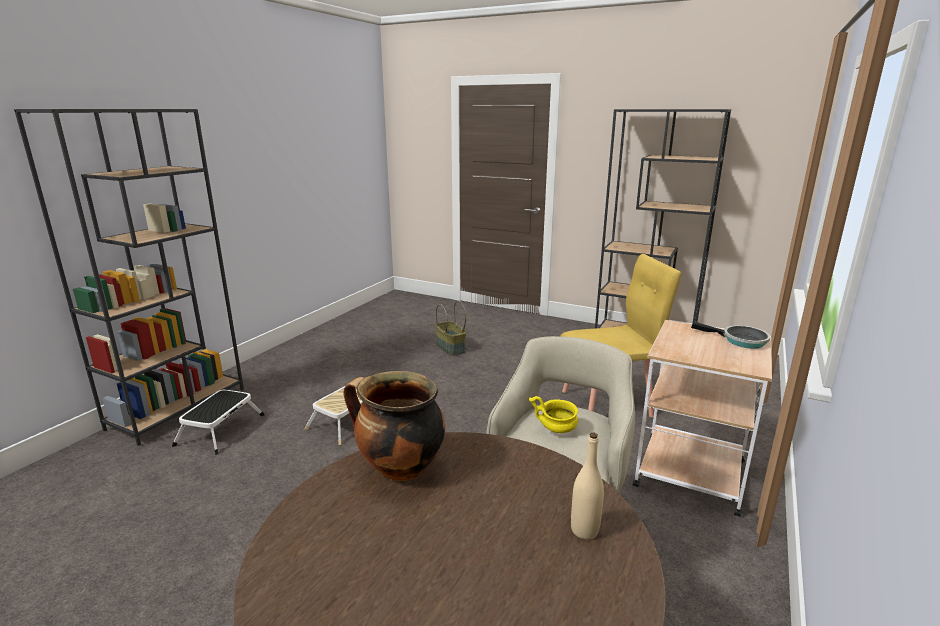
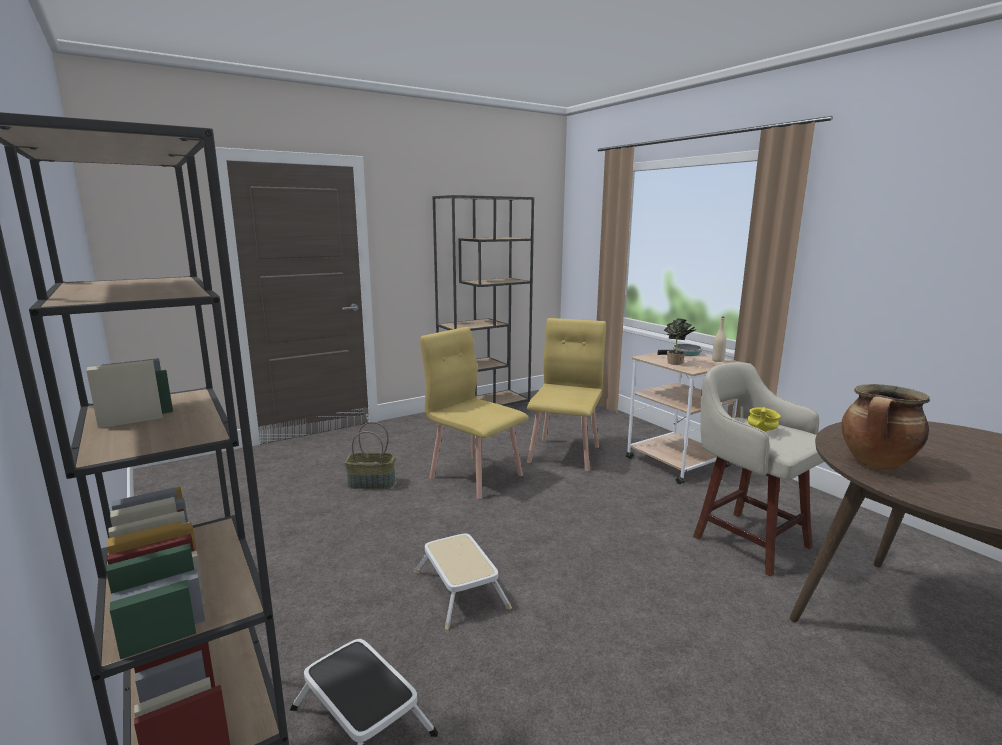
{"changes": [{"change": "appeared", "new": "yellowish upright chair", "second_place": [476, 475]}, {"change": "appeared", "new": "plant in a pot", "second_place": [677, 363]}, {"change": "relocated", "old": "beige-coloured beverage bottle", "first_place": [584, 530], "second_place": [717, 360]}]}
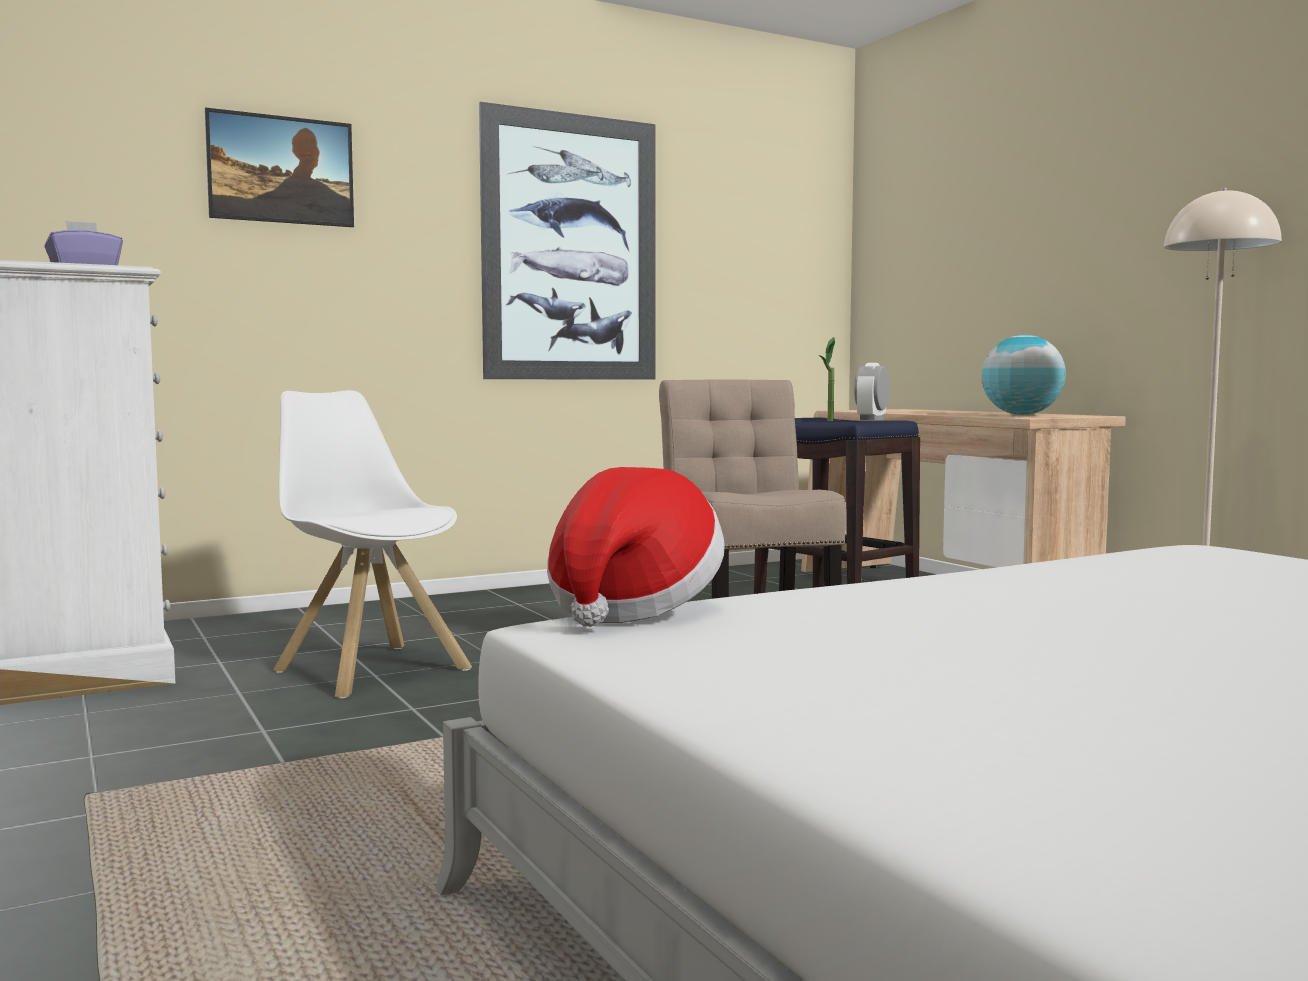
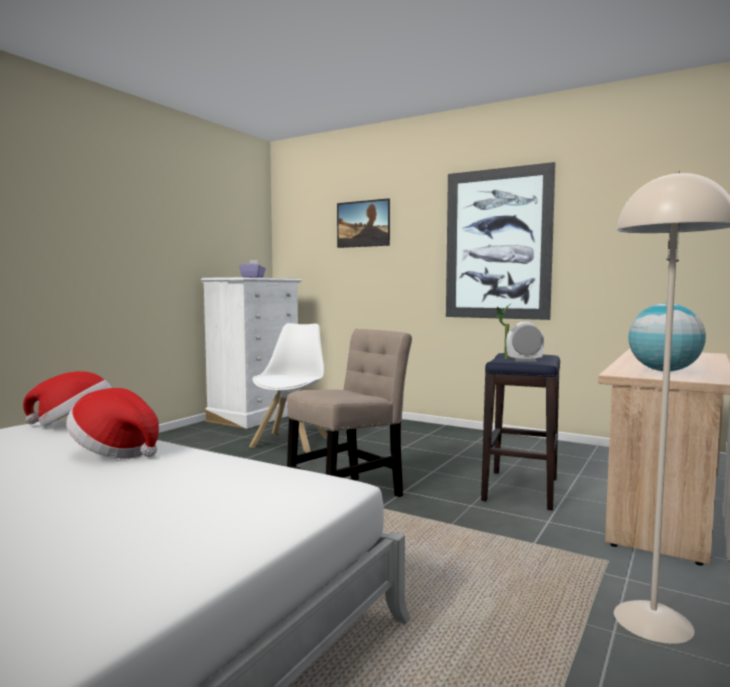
{"changes": [{"change": "appeared", "new": "wearable hat", "second_place": [116, 451]}]}
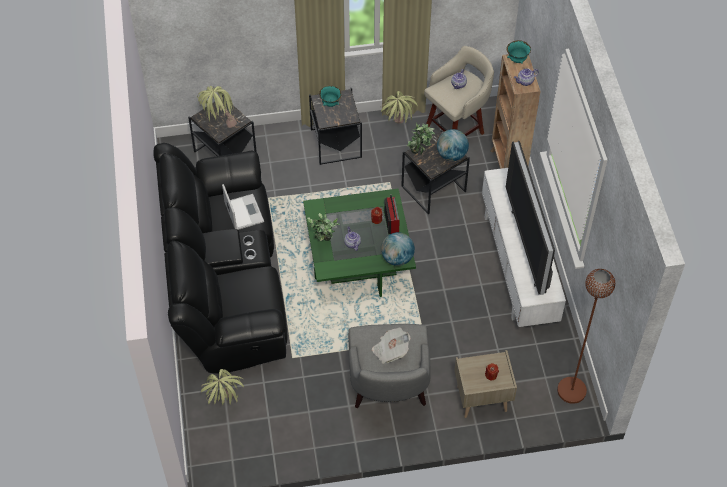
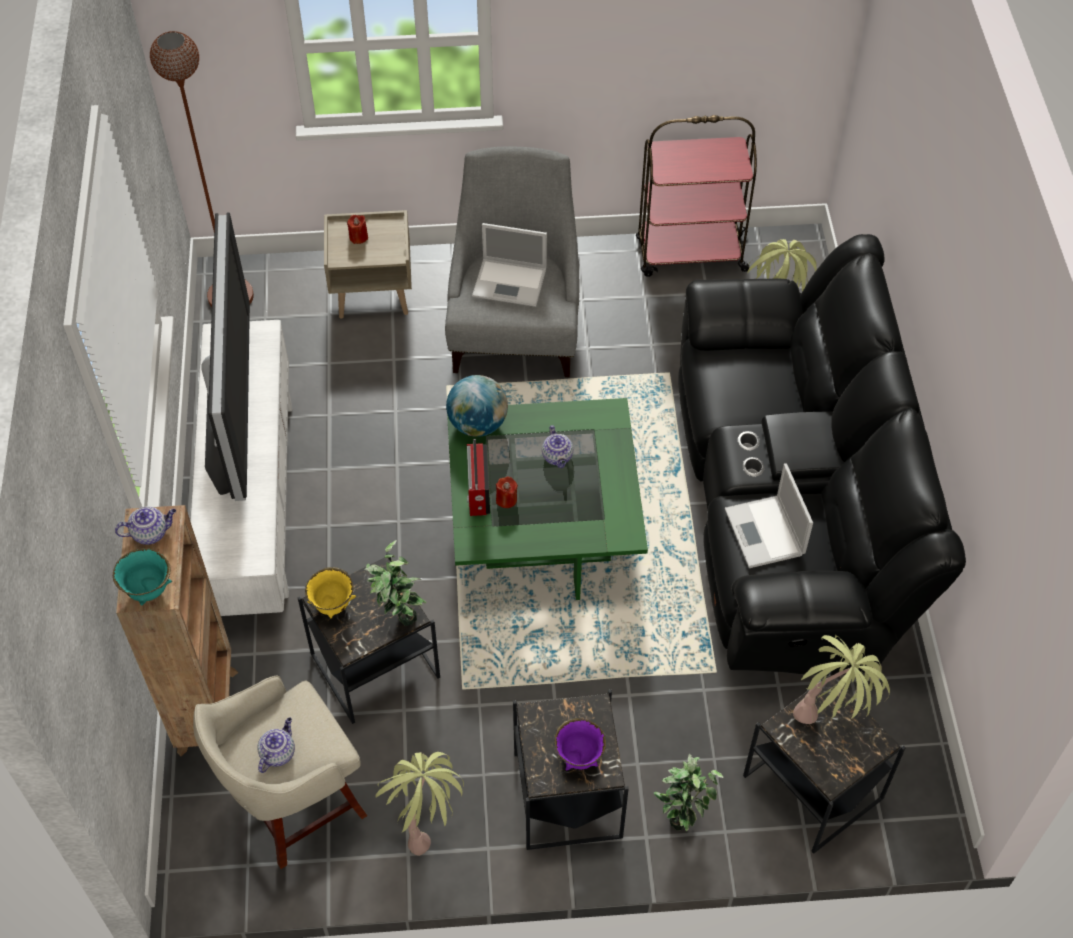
{"changes": [{"change": "exchanged", "old": "globe", "new": "yellowish deep dish", "first_place": [451, 155], "second_place": [333, 605]}, {"change": "exchanged", "old": "printed paper", "new": "laptop", "first_place": [390, 350], "second_place": [511, 282]}, {"change": "colour", "old": "turquoise deep dish", "new": "purple-coloured deep dish", "first_place": [330, 104], "second_place": [579, 757]}, {"change": "appeared", "new": "red-coloured trolley", "second_place": [690, 255]}, {"change": "relocated", "old": "plant in a pot", "first_place": [324, 242], "second_place": [683, 814]}]}
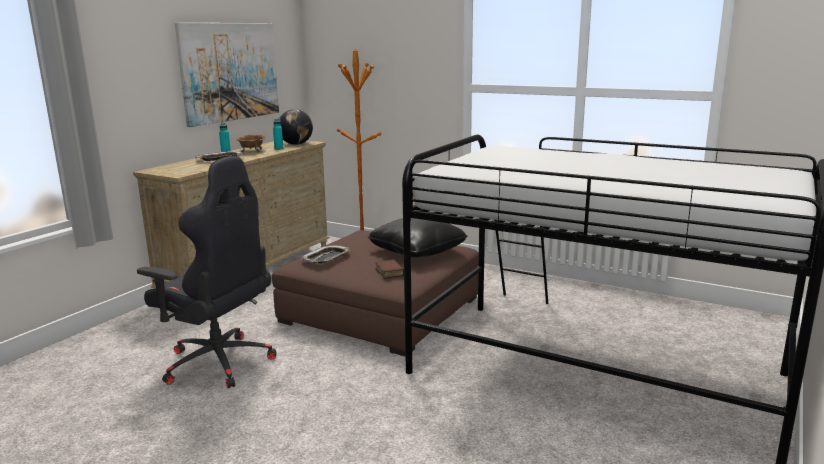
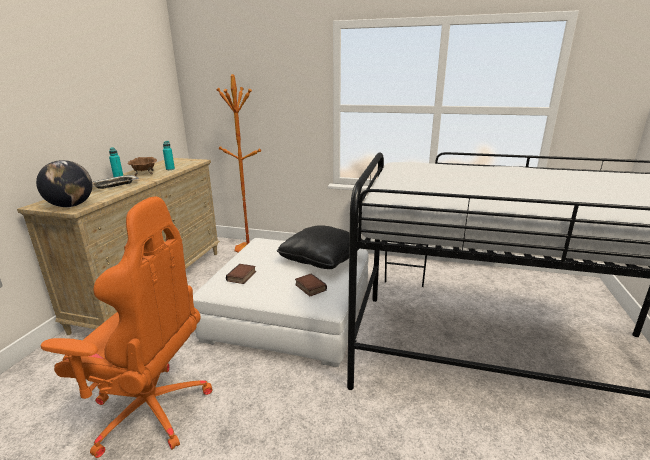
{"changes": [{"change": "relocated", "old": "globe", "first_place": [296, 144], "second_place": [71, 206]}, {"change": "colour", "old": "black office chair", "new": "orangey office chair", "first_place": [217, 362], "second_place": [150, 410]}, {"change": "colour", "old": "brown footrest", "new": "white footrest", "first_place": [381, 310], "second_place": [291, 312]}, {"change": "exchanged", "old": "carrying tray", "new": "volume", "first_place": [326, 258], "second_place": [242, 276]}, {"change": "missing", "old": "wall art", "first_place": [230, 72]}]}
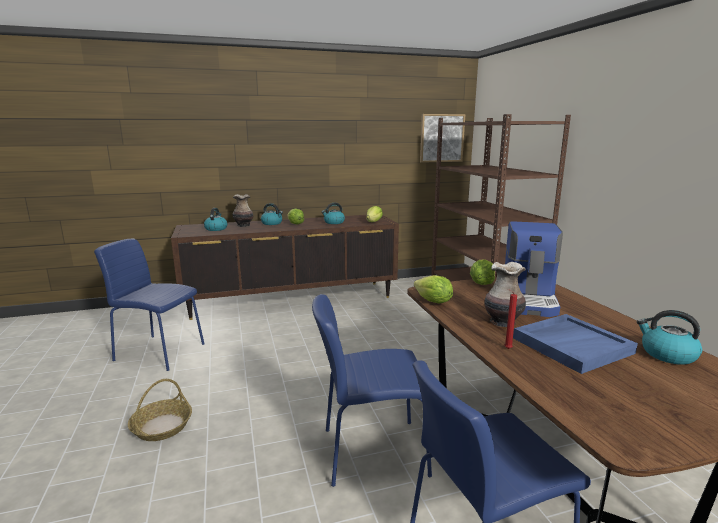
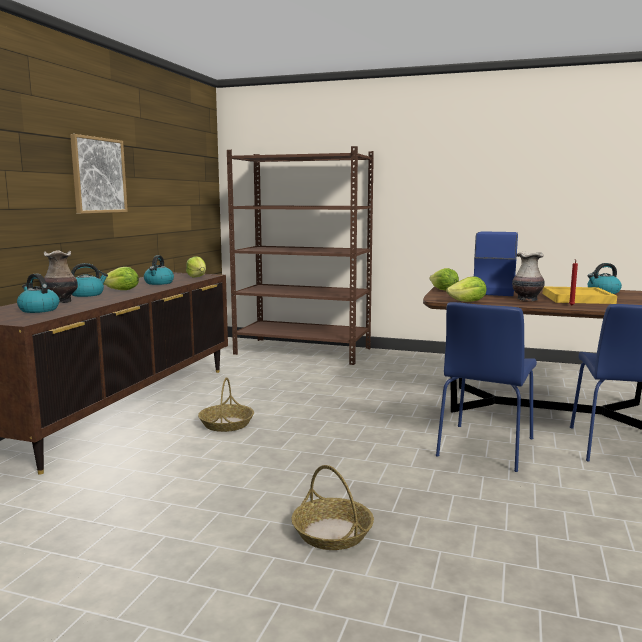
{"changes": [{"change": "relocated", "old": "wall art", "first_place": [441, 138], "second_place": [98, 175]}, {"change": "appeared", "new": "storage basket", "second_place": [226, 424]}, {"change": "spun", "old": "coffee machine", "first_place": [529, 300], "second_place": [493, 290], "degrees": -120}, {"change": "colour", "old": "blue-coloured carrying tray", "new": "yellowish carrying tray", "first_place": [571, 345], "second_place": [576, 298]}, {"change": "missing", "old": "blue-coloured upright chair", "first_place": [157, 352]}]}
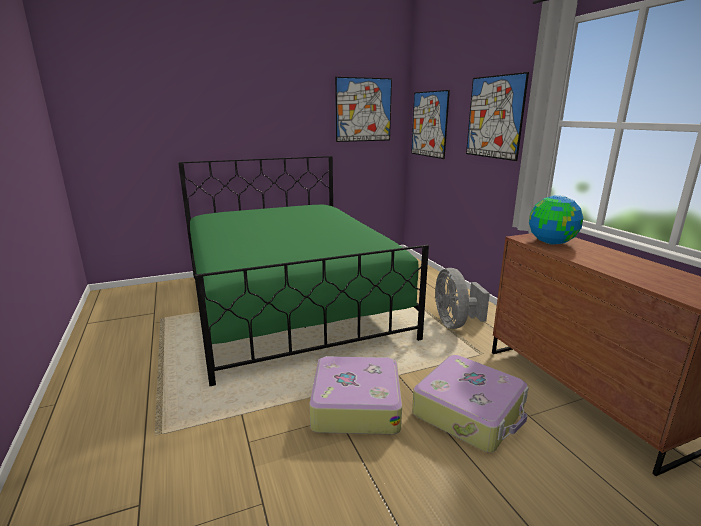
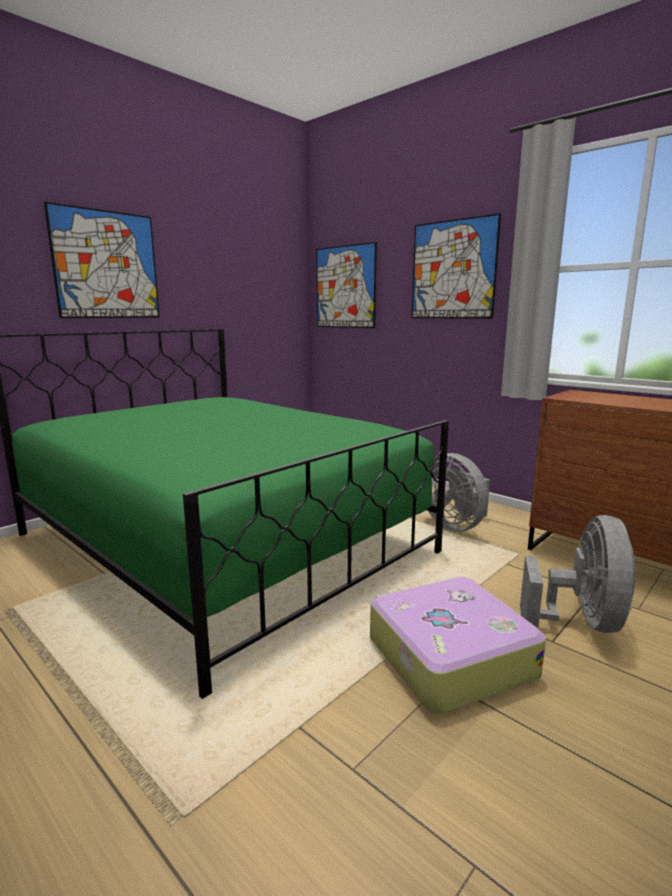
{"changes": [{"change": "relocated", "old": "wall art", "first_place": [363, 110], "second_place": [106, 265]}, {"change": "exchanged", "old": "suitcase", "new": "grey fan", "first_place": [469, 412], "second_place": [581, 623]}, {"change": "missing", "old": "globe", "first_place": [551, 243]}]}
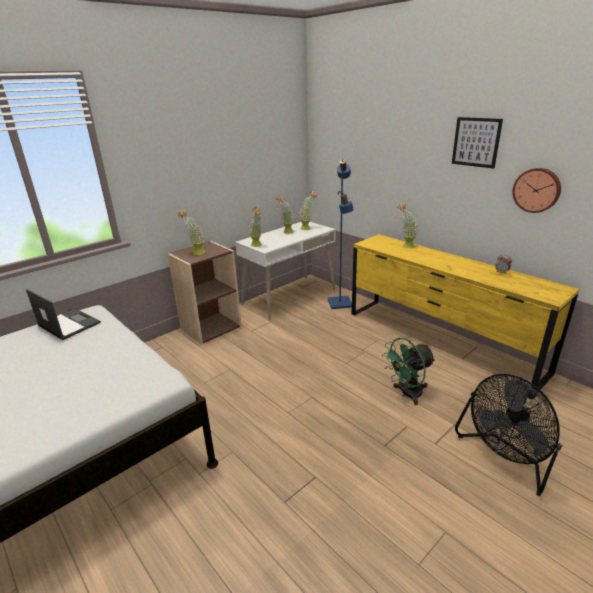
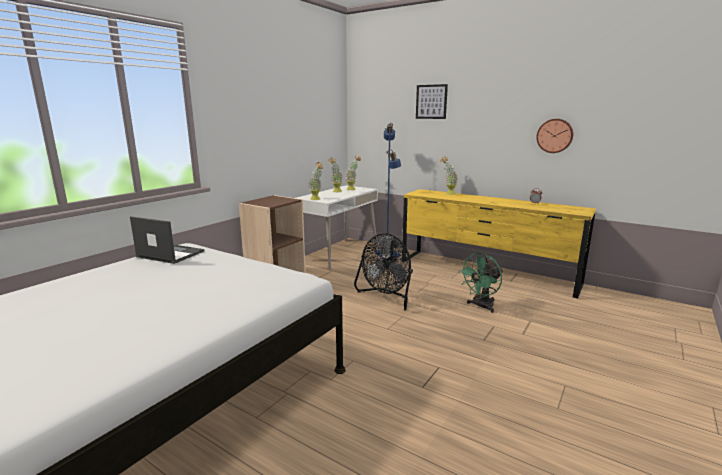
{"changes": [{"change": "relocated", "old": "black fan", "first_place": [503, 453], "second_place": [387, 296]}, {"change": "relocated", "old": "wall art", "first_place": [476, 142], "second_place": [431, 101]}, {"change": "missing", "old": "plant in a pot", "first_place": [195, 253]}]}
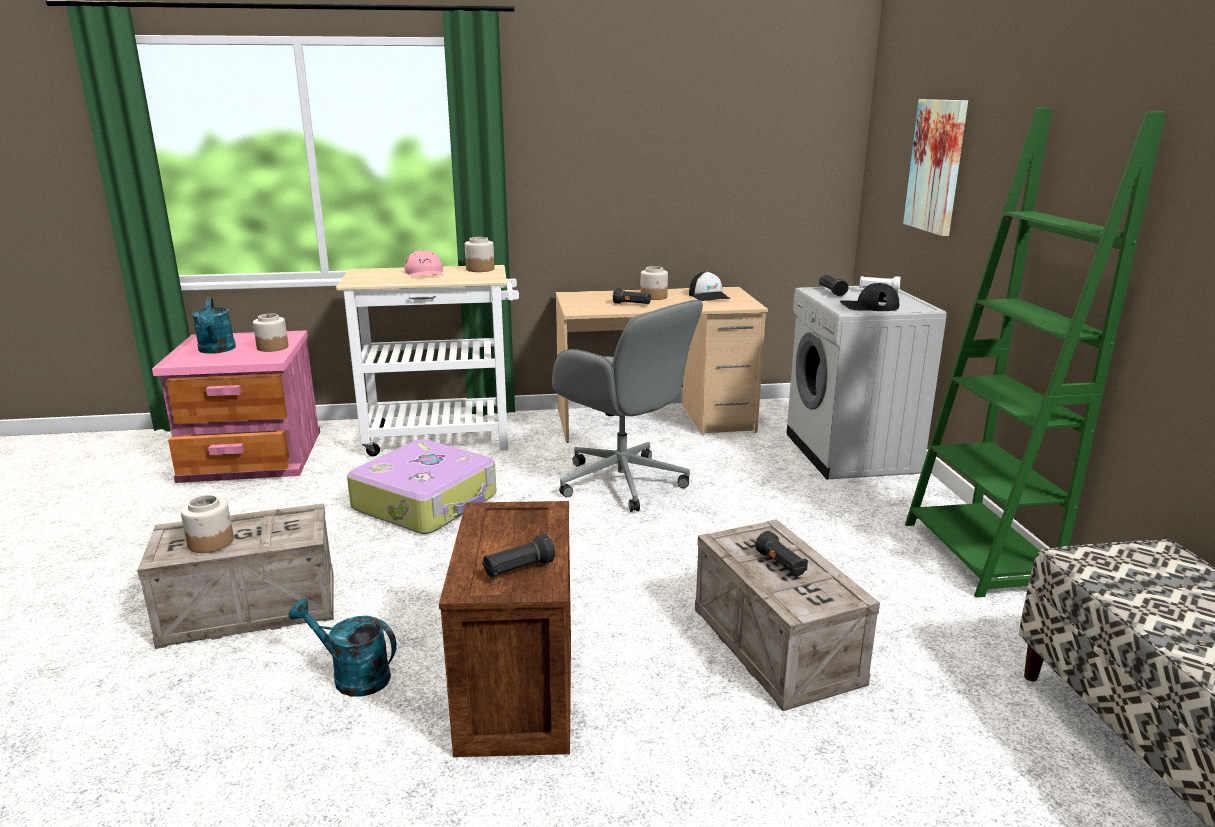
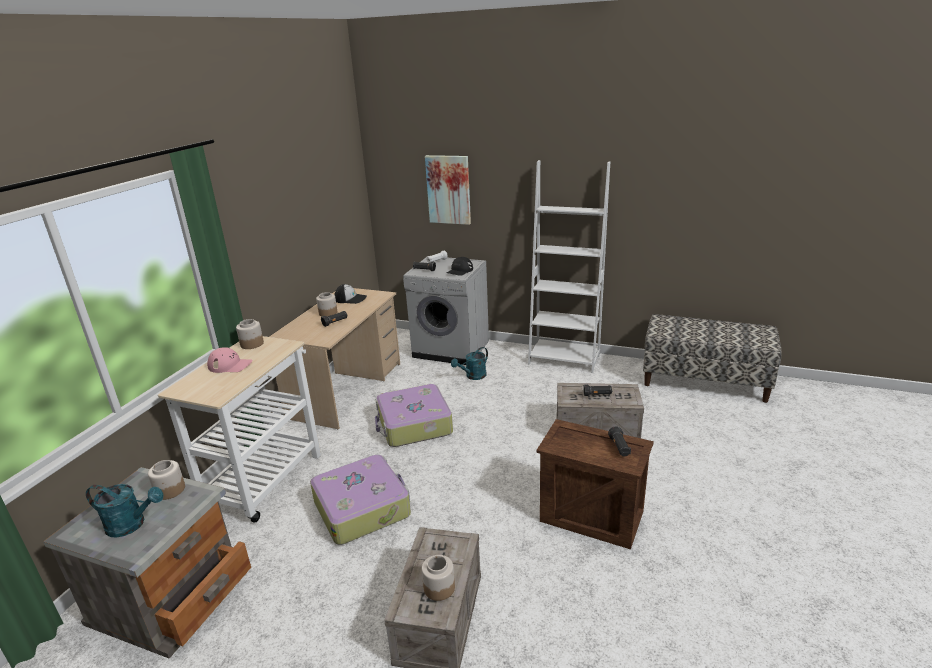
{"changes": [{"change": "colour", "old": "pink night table", "new": "grey night table", "first_place": [252, 458], "second_place": [175, 596]}, {"change": "exchanged", "old": "grey office chair", "new": "suitcase", "first_place": [622, 483], "second_place": [414, 425]}, {"change": "relocated", "old": "turquoise watering can", "first_place": [352, 676], "second_place": [473, 376]}, {"change": "colour", "old": "green-coloured bookshelf", "new": "white bookshelf", "first_place": [977, 555], "second_place": [564, 359]}]}
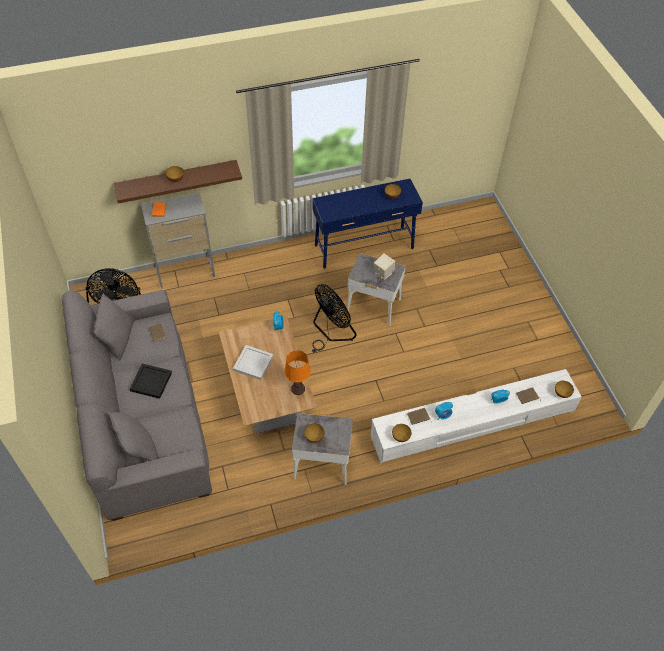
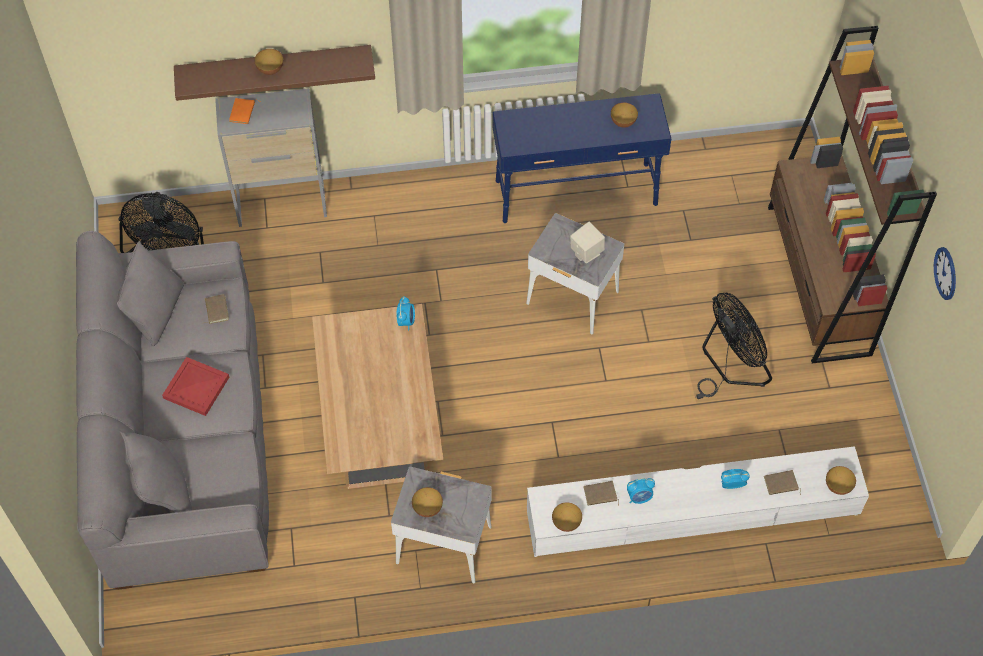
{"changes": [{"change": "colour", "old": "black carrying tray", "new": "red-coloured carrying tray", "first_place": [151, 382], "second_place": [196, 388]}, {"change": "relocated", "old": "black fan", "first_place": [329, 330], "second_place": [726, 363]}, {"change": "appeared", "new": "brown bookshelf", "second_place": [818, 280]}, {"change": "appeared", "new": "clock on the wall", "second_place": [945, 273]}, {"change": "missing", "old": "white carrying tray", "first_place": [254, 363]}, {"change": "missing", "old": "orangey lamp for a table", "first_place": [298, 389]}]}
